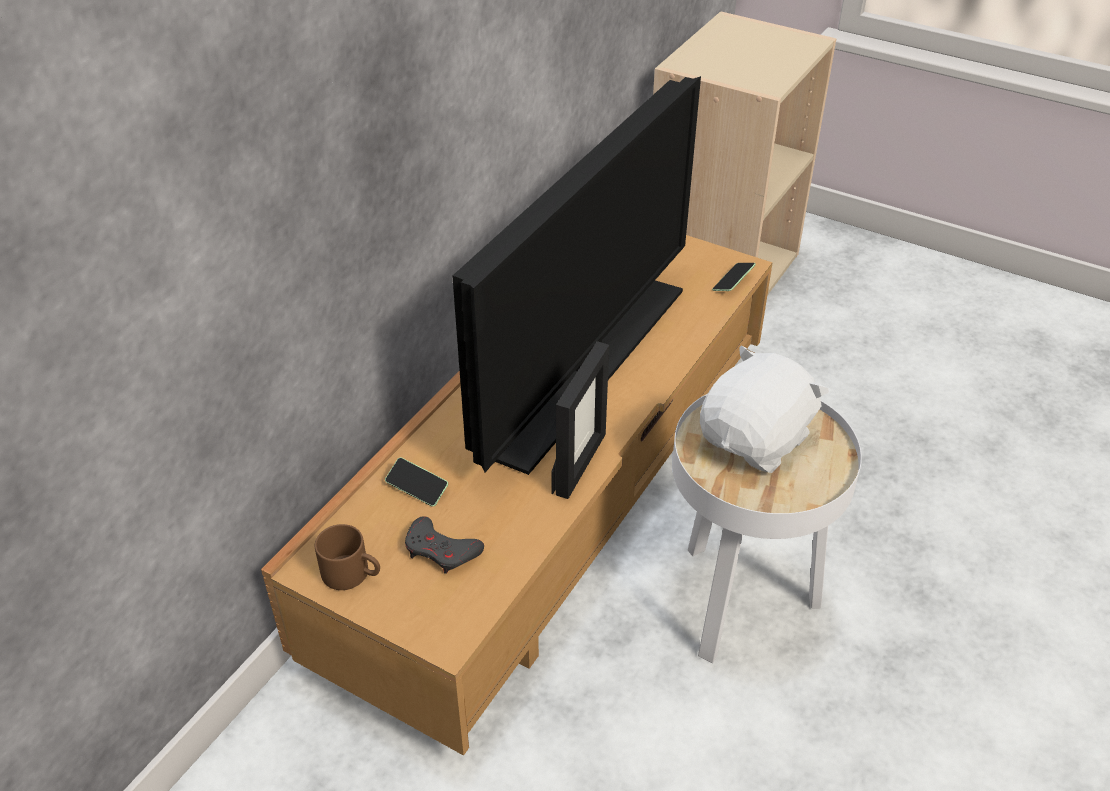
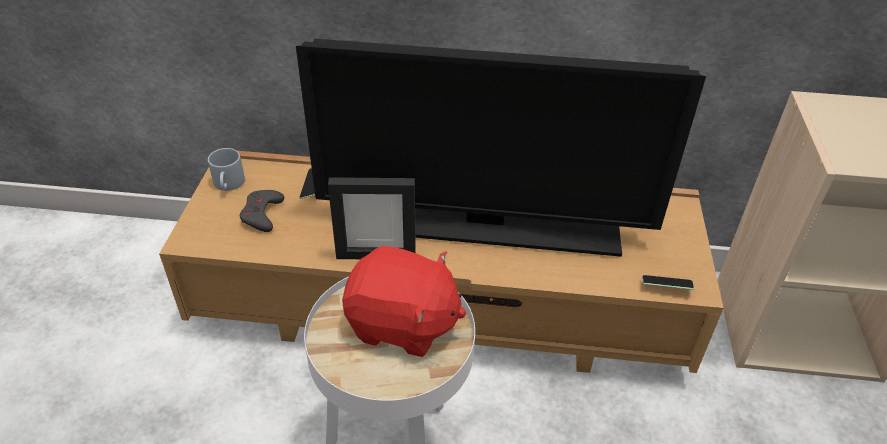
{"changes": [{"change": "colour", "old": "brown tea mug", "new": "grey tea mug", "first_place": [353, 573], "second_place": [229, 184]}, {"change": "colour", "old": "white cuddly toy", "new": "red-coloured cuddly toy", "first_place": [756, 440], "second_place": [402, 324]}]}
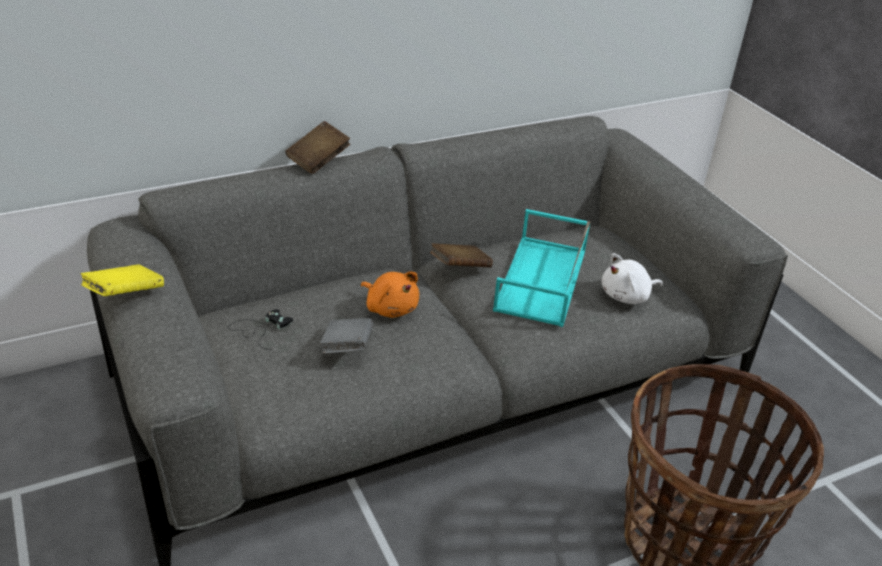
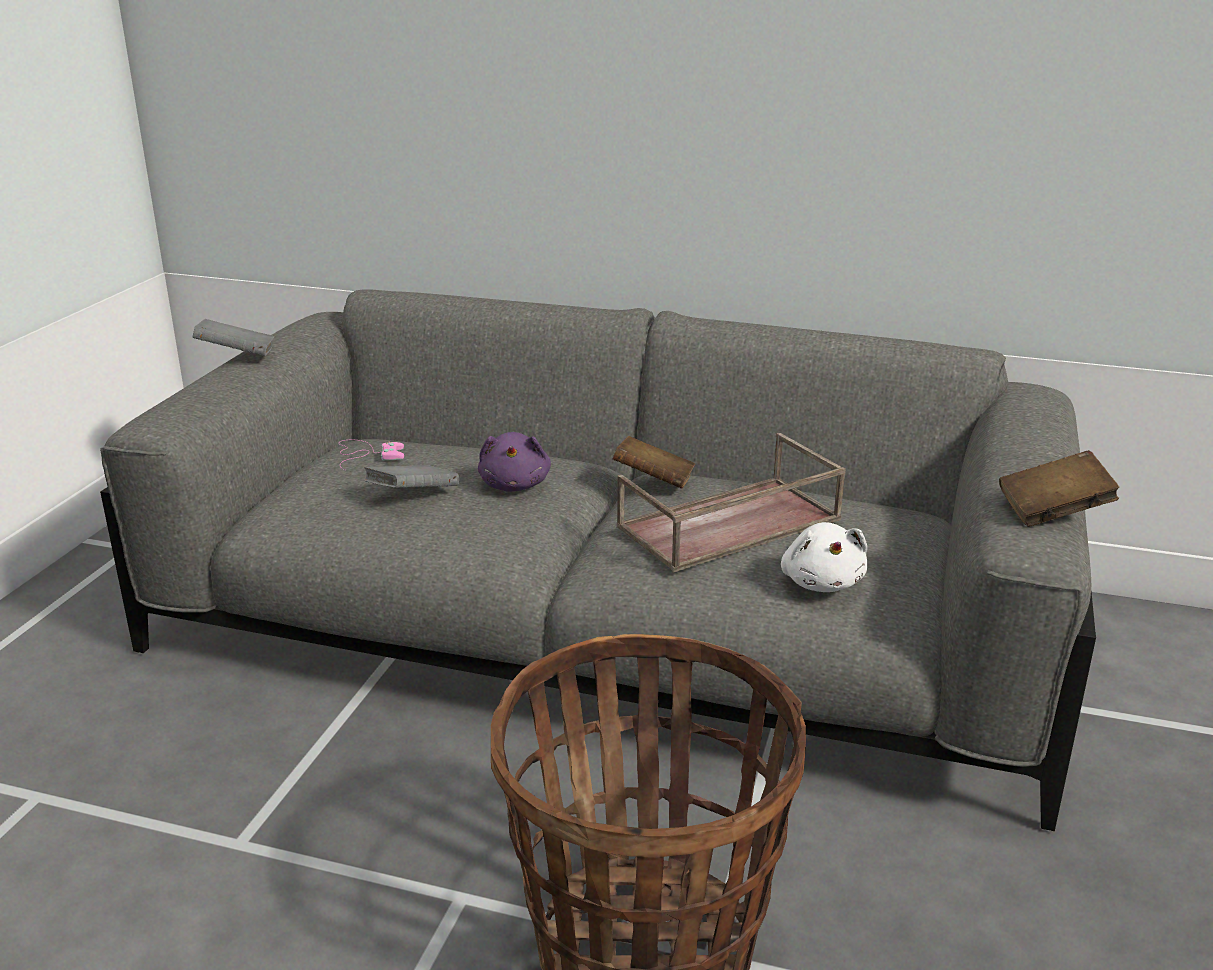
{"changes": [{"change": "colour", "old": "yellowish volume", "new": "grey volume", "first_place": [125, 295], "second_place": [237, 357]}, {"change": "colour", "old": "black joypad", "new": "pink joypad", "first_place": [260, 329], "second_place": [366, 454]}, {"change": "colour", "old": "orangey cuddly toy", "new": "purple-coloured cuddly toy", "first_place": [390, 308], "second_place": [515, 485]}, {"change": "colour", "old": "turquoise carrying tray", "new": "brown carrying tray", "first_place": [542, 281], "second_place": [729, 525]}, {"change": "spun", "old": "white cuddly toy", "first_place": [627, 296], "second_place": [822, 582], "degrees": -120}, {"change": "relocated", "old": "brown volume", "first_place": [318, 160], "second_place": [1053, 511]}]}
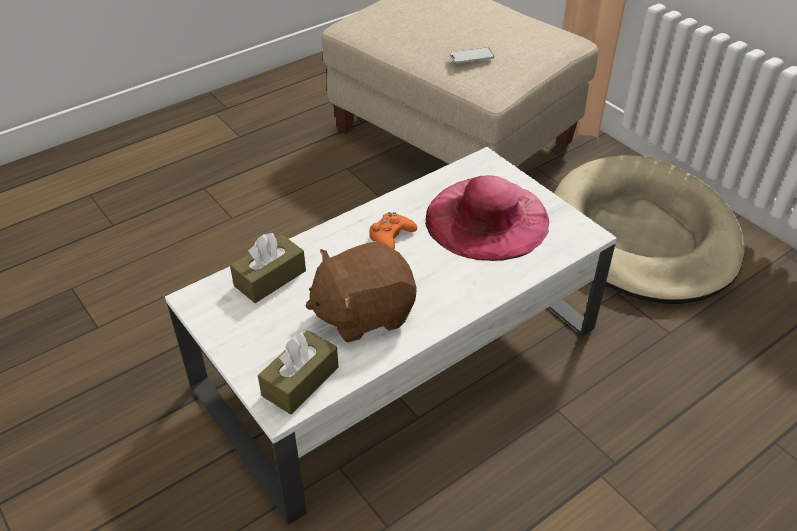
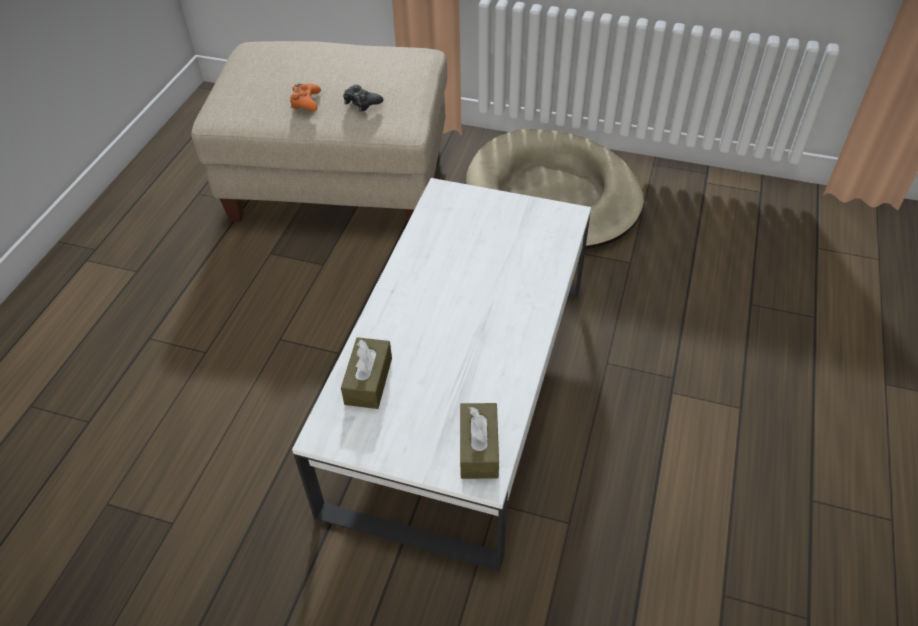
{"changes": [{"change": "relocated", "old": "orangey joypad", "first_place": [391, 236], "second_place": [306, 102]}, {"change": "exchanged", "old": "phone", "new": "black joypad", "first_place": [471, 56], "second_place": [362, 102]}, {"change": "missing", "old": "brown cuddly toy", "first_place": [363, 313]}, {"change": "missing", "old": "pink wearable hat", "first_place": [487, 218]}]}
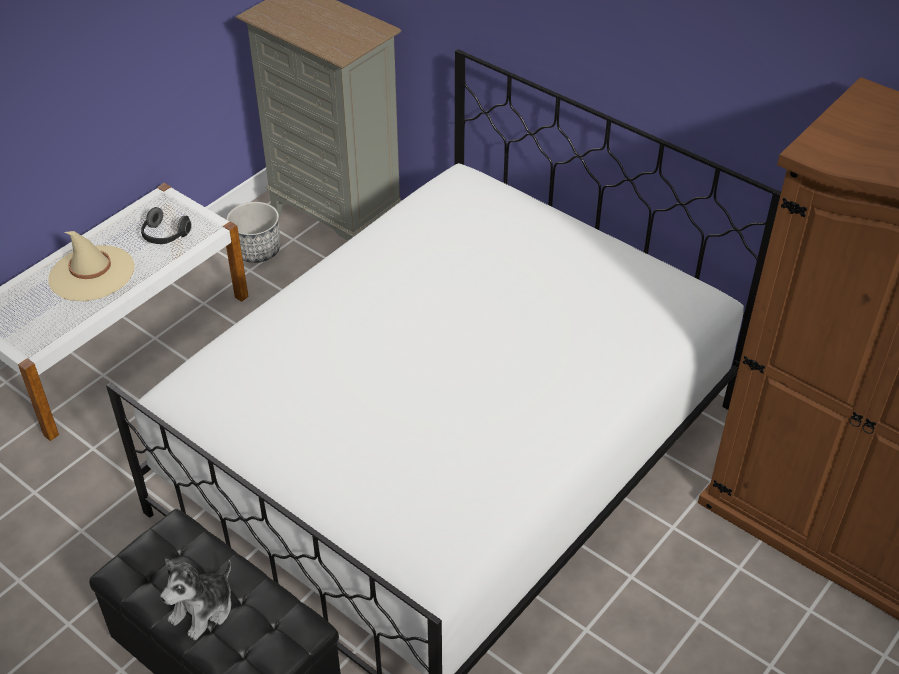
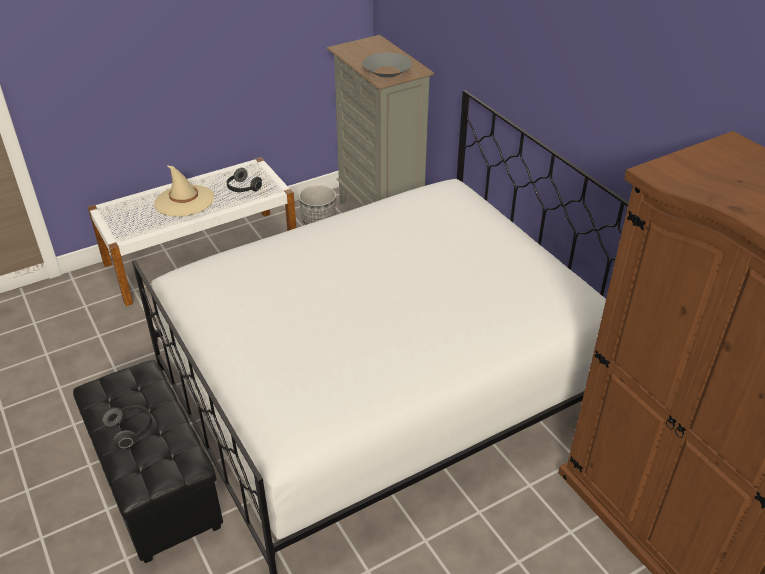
{"changes": [{"change": "exchanged", "old": "cuddly toy", "new": "headphones", "first_place": [203, 610], "second_place": [131, 430]}, {"change": "appeared", "new": "grey deep dish", "second_place": [387, 71]}]}
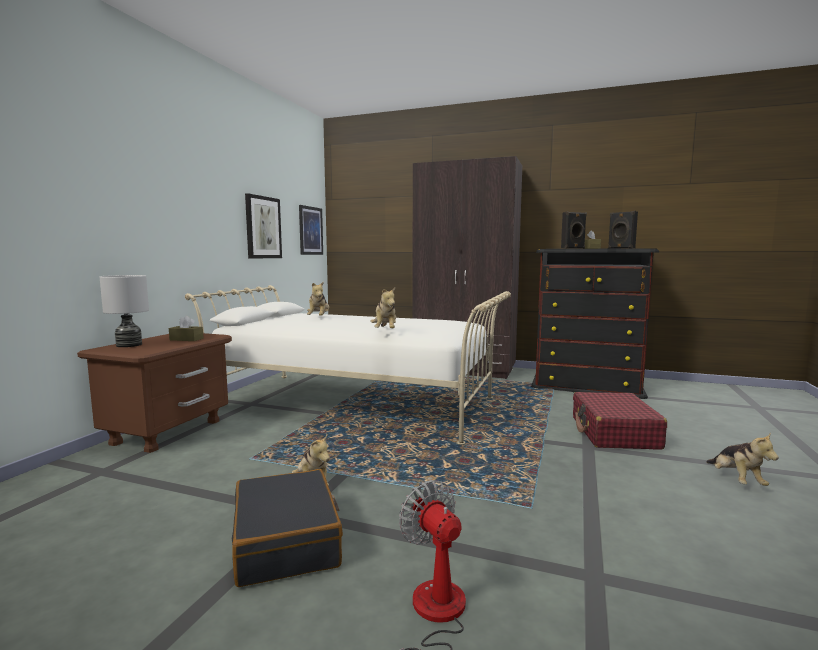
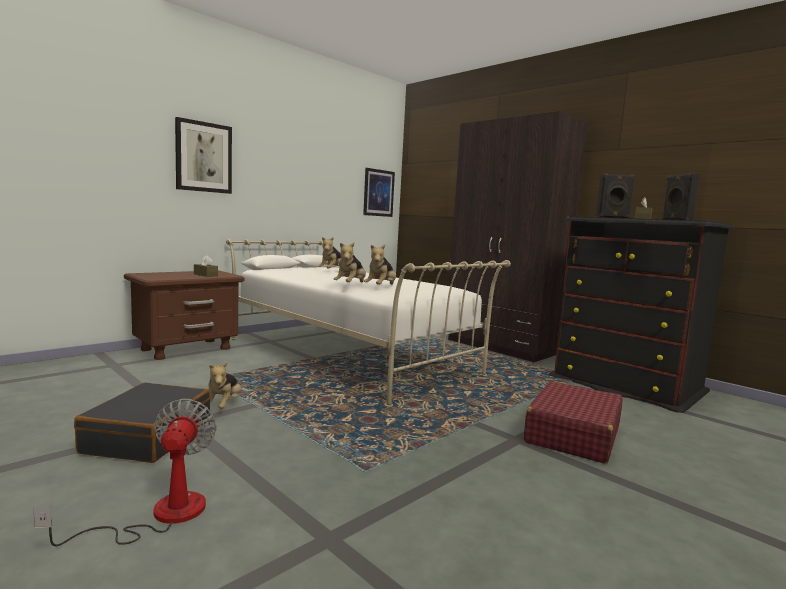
{"changes": [{"change": "relocated", "old": "wall art", "first_place": [263, 227], "second_place": [203, 157]}, {"change": "relocated", "old": "cuddly toy", "first_place": [736, 480], "second_place": [381, 287]}, {"change": "missing", "old": "grey lamp for a table", "first_place": [129, 345]}]}
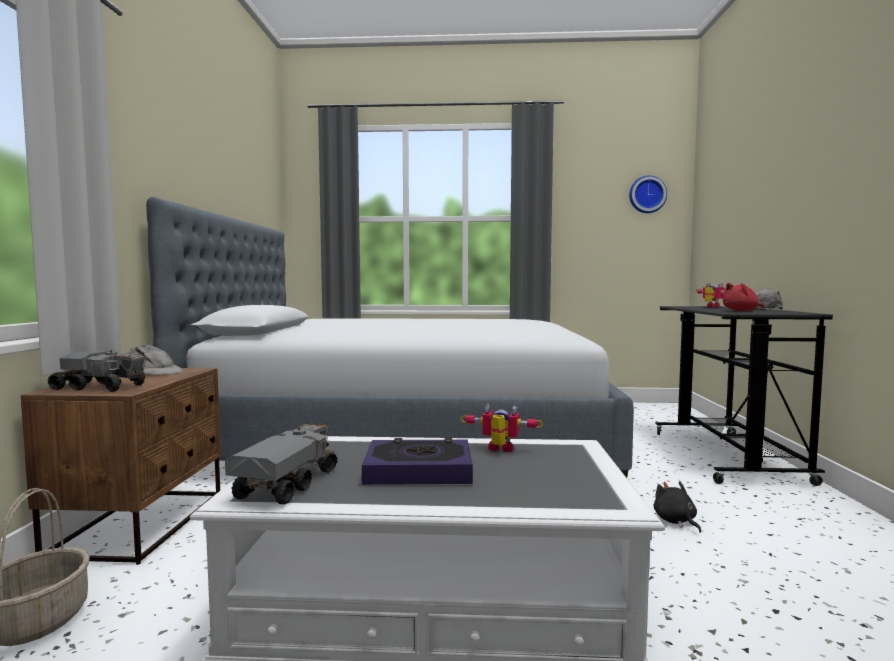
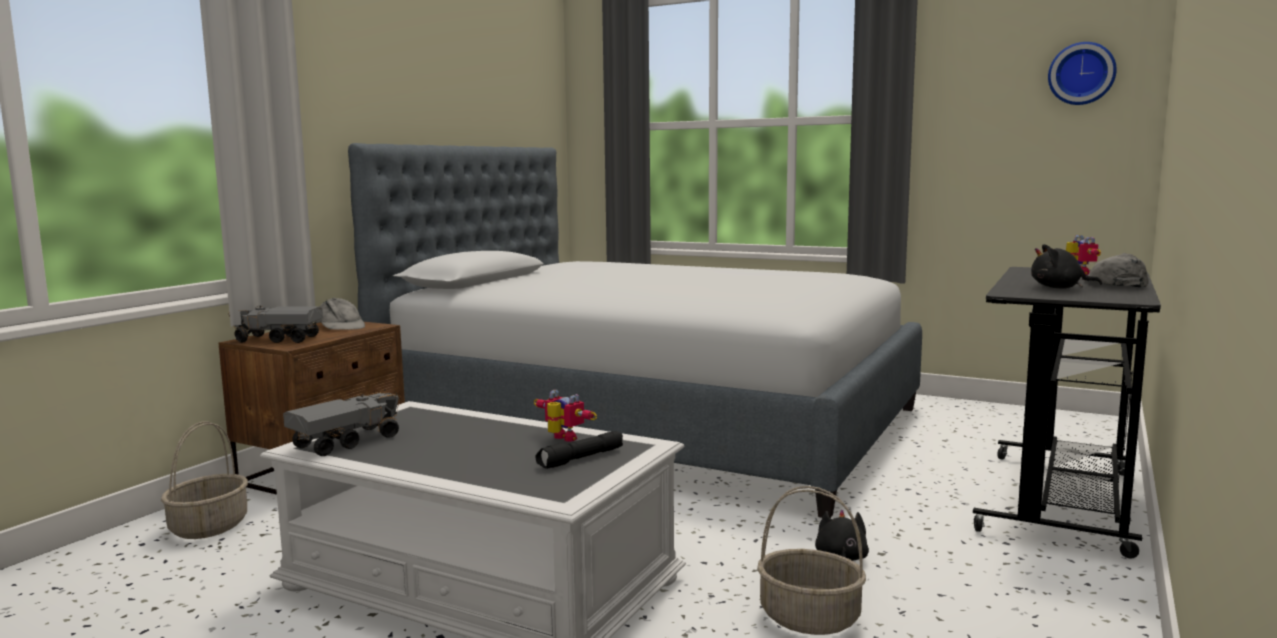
{"changes": [{"change": "spun", "old": "toy truck", "first_place": [98, 387], "second_place": [277, 339], "degrees": 150}, {"change": "appeared", "new": "black flashlight", "second_place": [581, 459]}, {"change": "appeared", "new": "storage basket", "second_place": [810, 617]}, {"change": "colour", "old": "red-coloured cuddly toy", "new": "black cuddly toy", "first_place": [742, 311], "second_place": [1059, 288]}, {"change": "missing", "old": "volume", "first_place": [418, 470]}]}
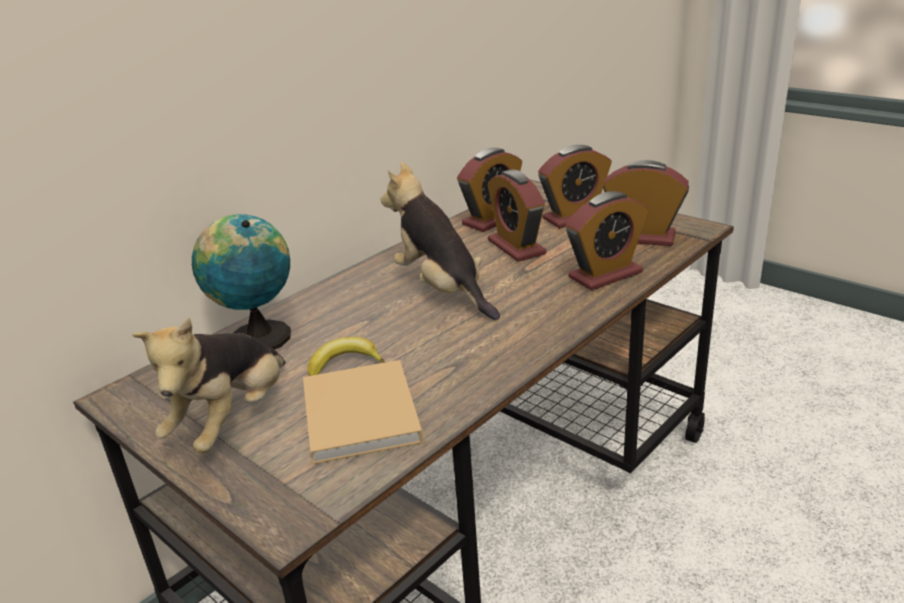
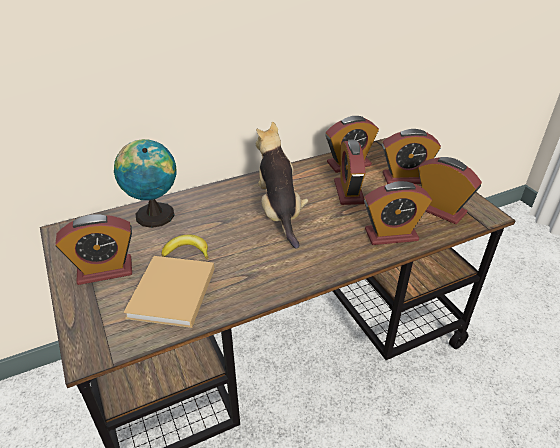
{"changes": [{"change": "exchanged", "old": "cuddly toy", "new": "table clock", "first_place": [232, 420], "second_place": [105, 270]}]}
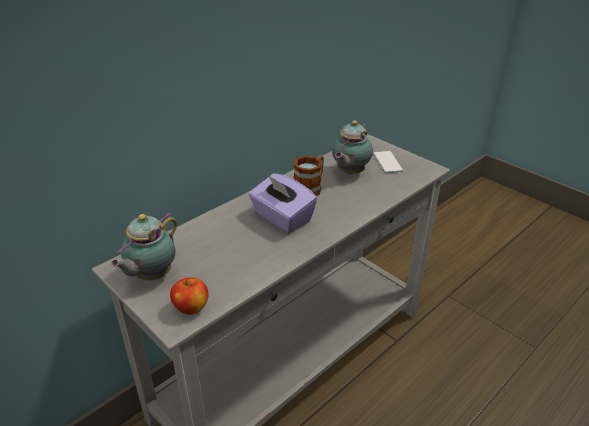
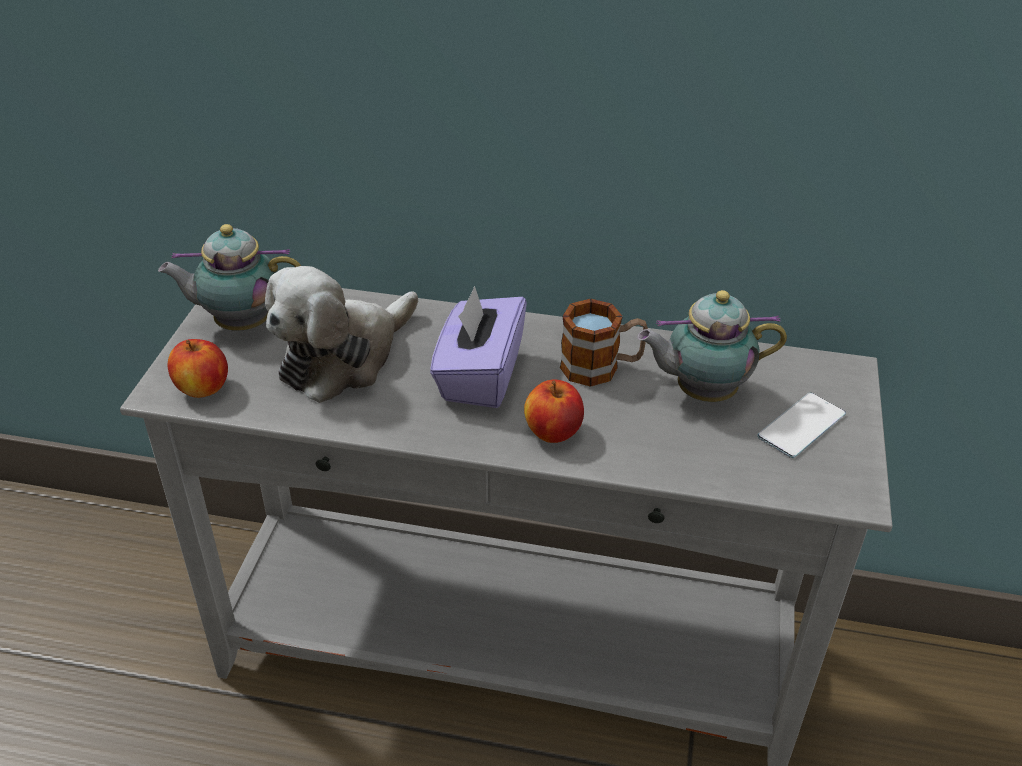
{"changes": [{"change": "appeared", "new": "cuddly toy", "second_place": [343, 357]}, {"change": "appeared", "new": "whole apple", "second_place": [552, 432]}]}
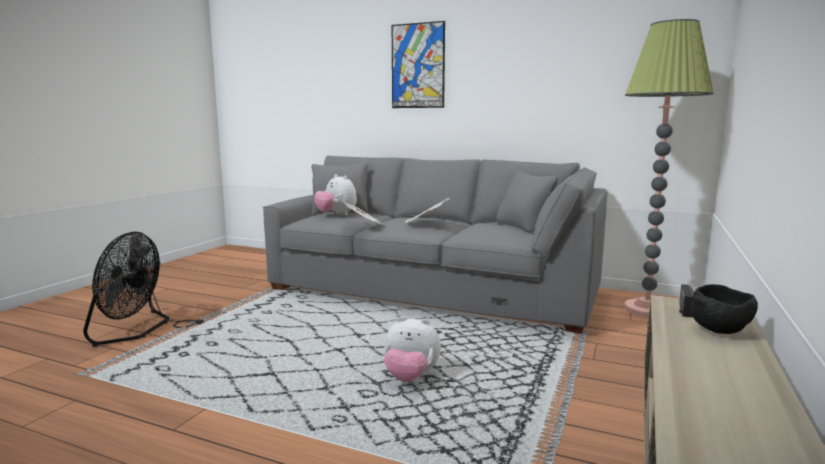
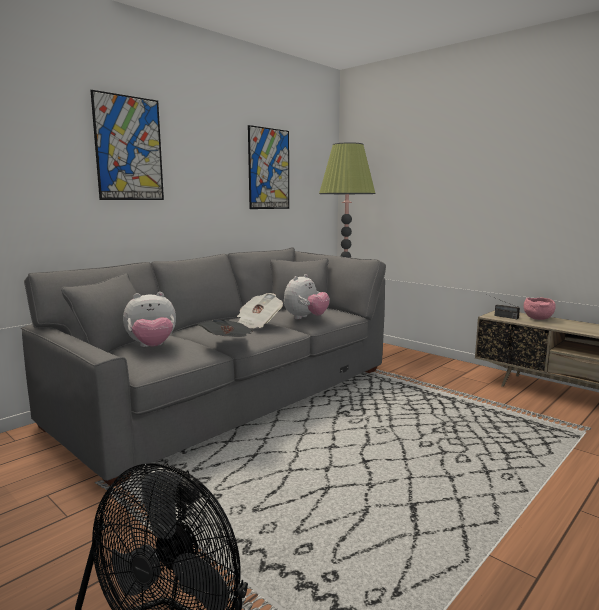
{"changes": [{"change": "appeared", "new": "wall art", "second_place": [269, 169]}, {"change": "relocated", "old": "cuddly toy", "first_place": [410, 377], "second_place": [305, 318]}, {"change": "colour", "old": "black deep dish", "new": "pink deep dish", "first_place": [720, 330], "second_place": [537, 319]}]}
